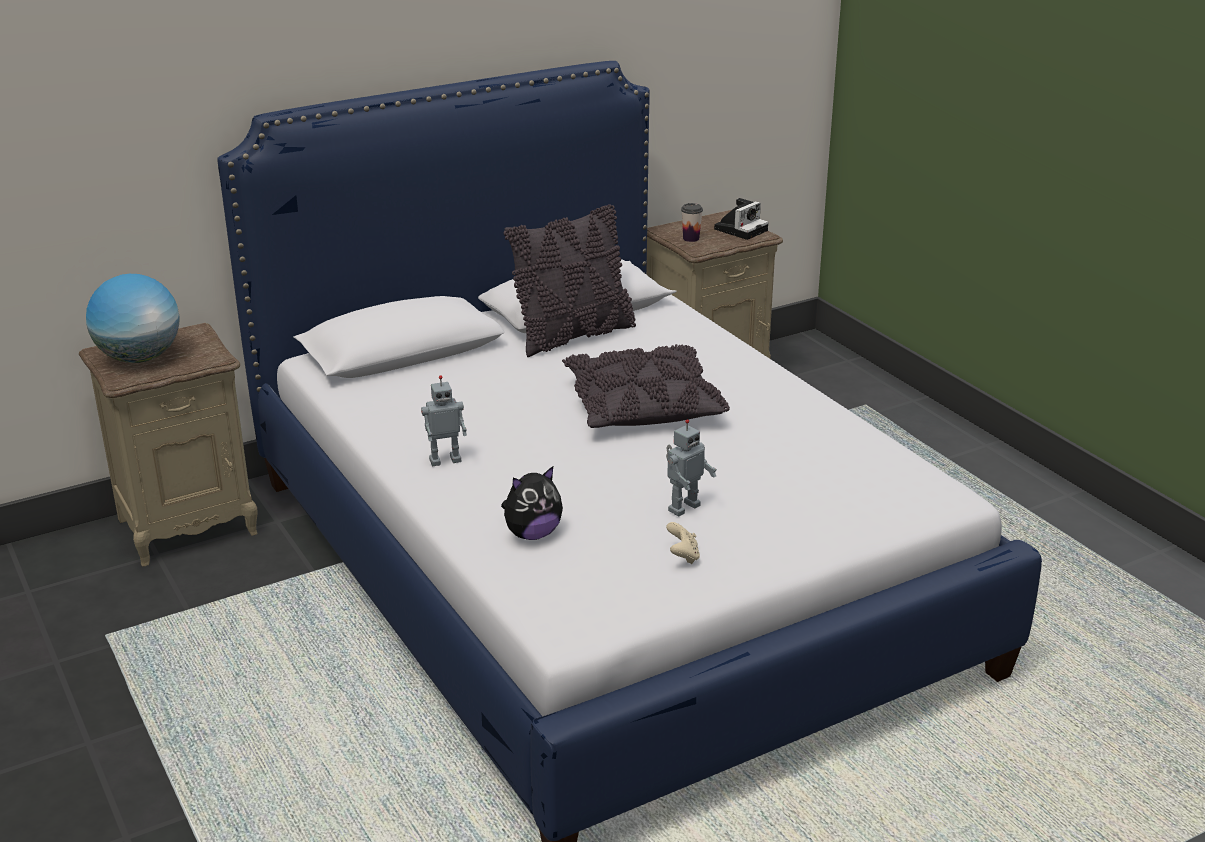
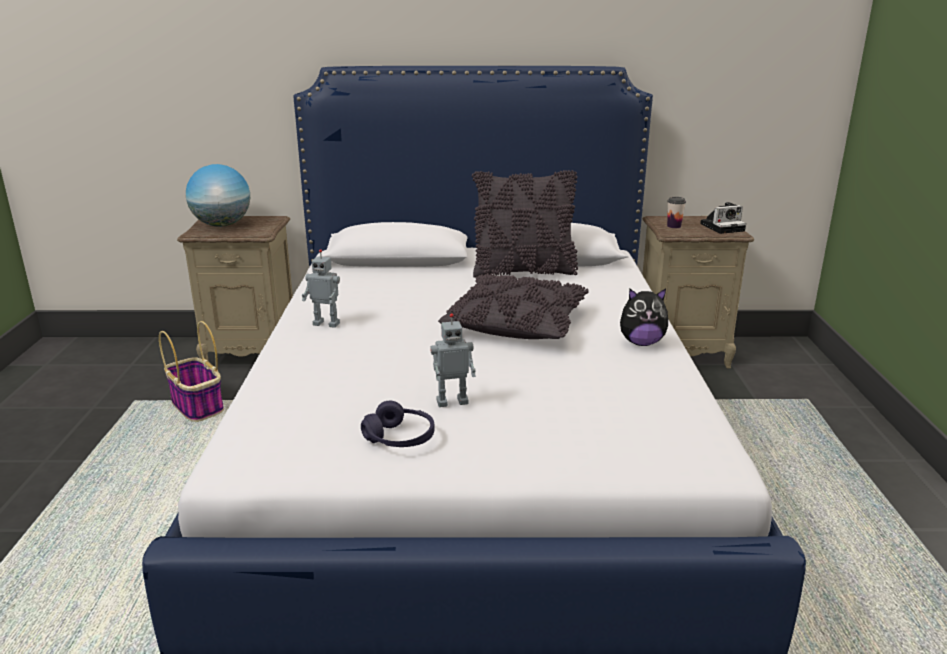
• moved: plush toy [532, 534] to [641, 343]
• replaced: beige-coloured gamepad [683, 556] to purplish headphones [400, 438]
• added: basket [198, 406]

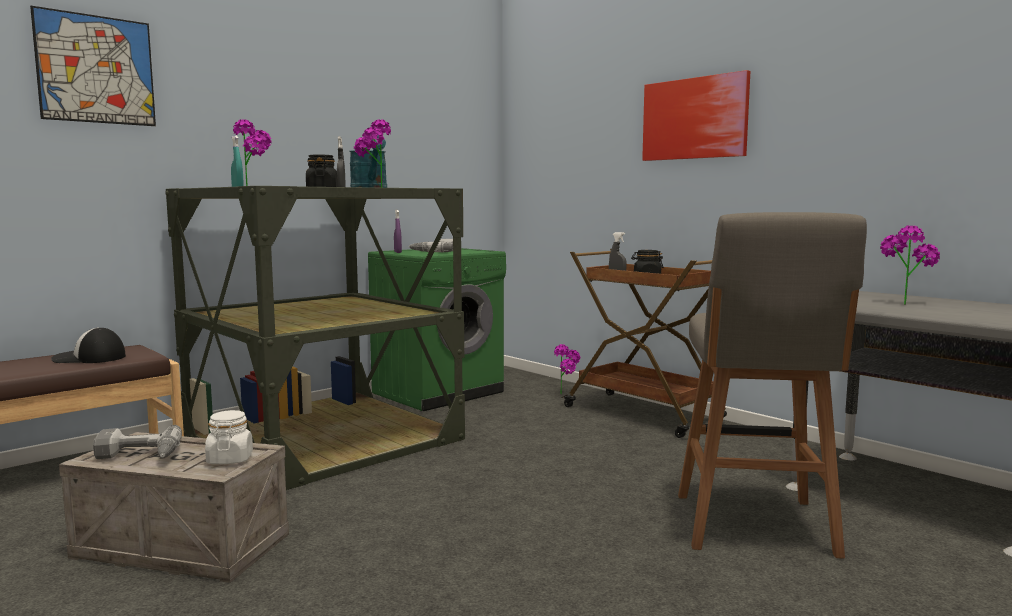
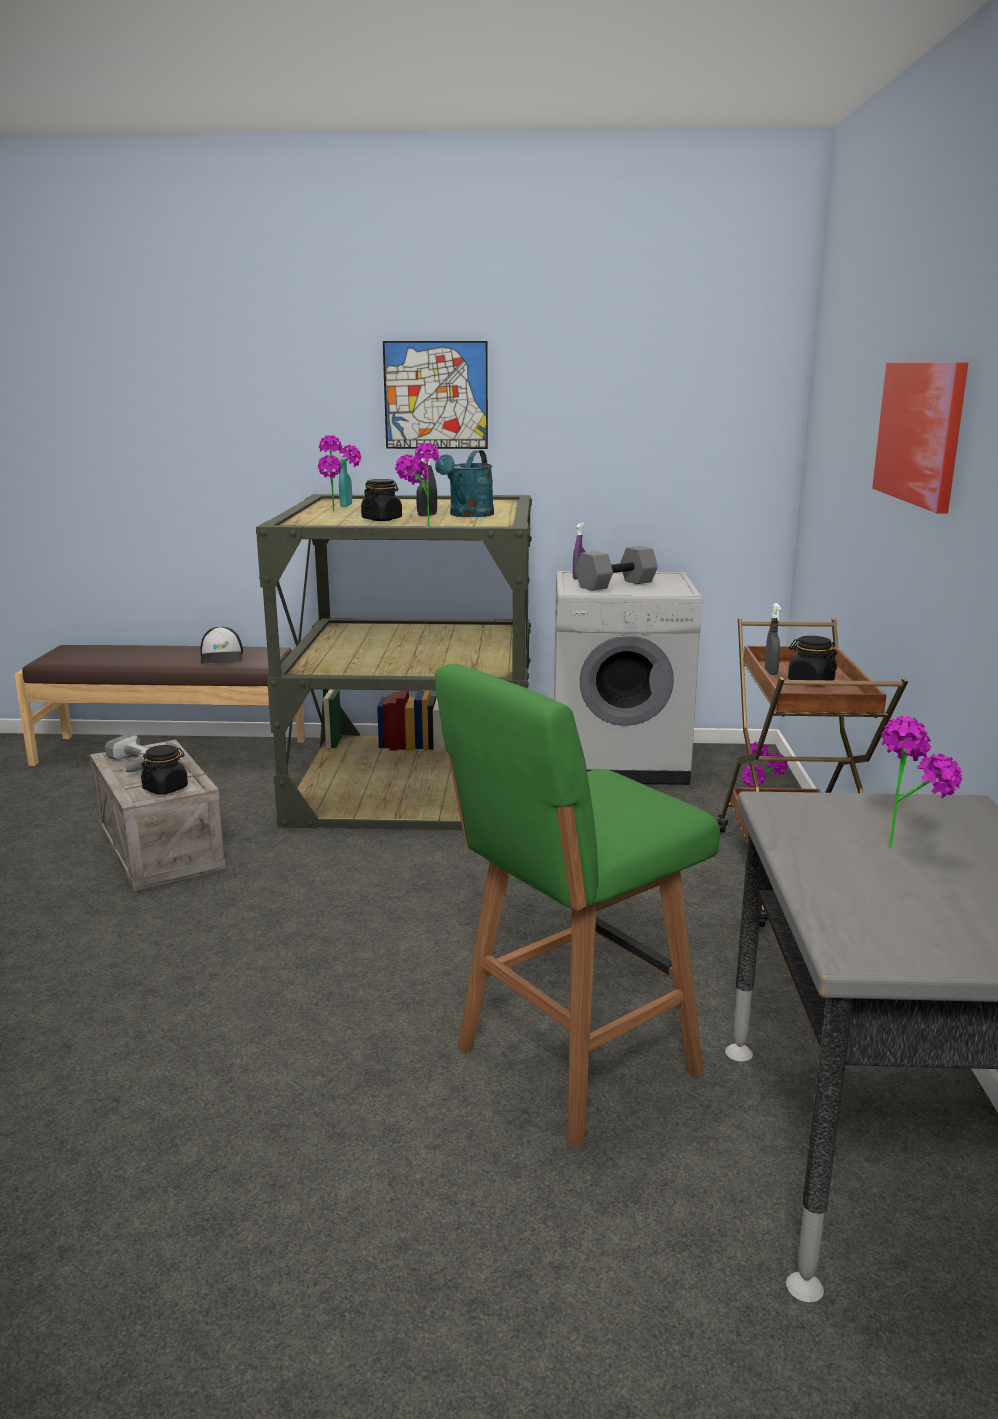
• moved: wall art [96, 69] to [436, 395]
• turned: peaked cap [89, 358] = [222, 657] 150 degrees counterclockwise
• recoloured: whitish storage jar [230, 459] to black-coloured storage jar [165, 788]
• recoloured: green-coloured washing machine [440, 393] to whitish washing machine [619, 764]
• replaced: drill [435, 252] to greyish free weight [615, 584]
• recoloured: greyish sitting stool [754, 527] to green-coloured sitting stool [571, 1064]

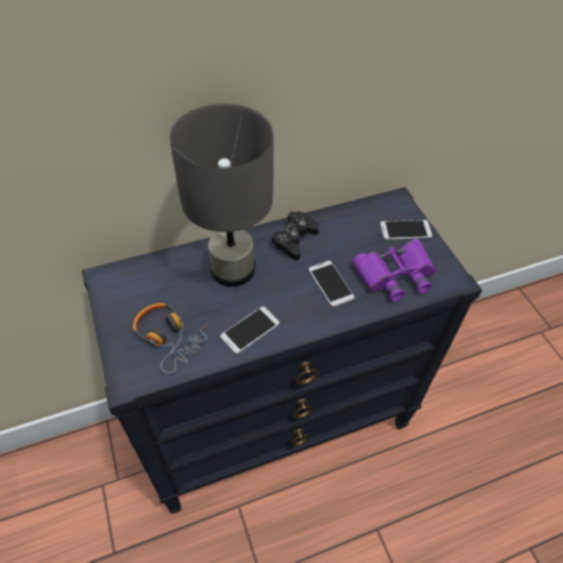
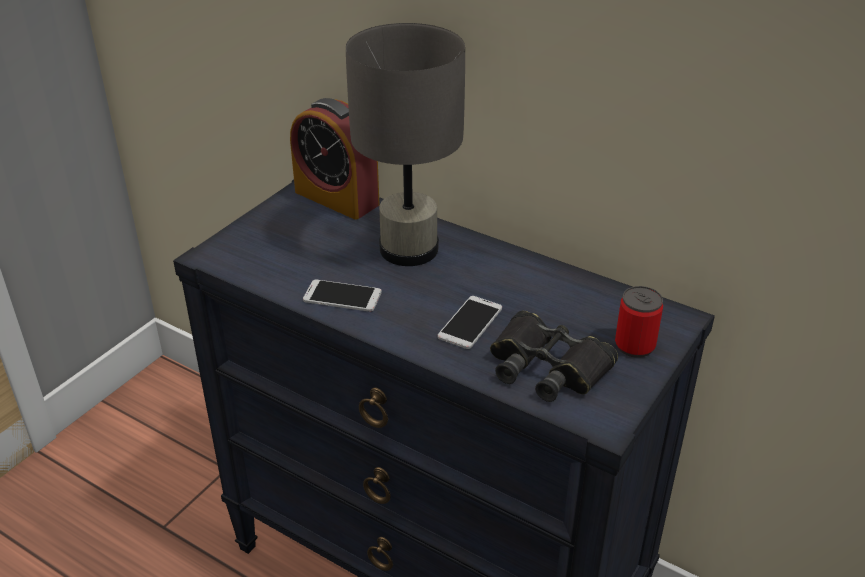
• removed: headphones [169, 338]
• removed: black-coloured gamepad [294, 239]
• recoloured: purplish binoculars [395, 274] to black-coloured binoculars [547, 366]
• replaced: handset [405, 230] to sealed can [634, 345]
• added: table clock [336, 198]

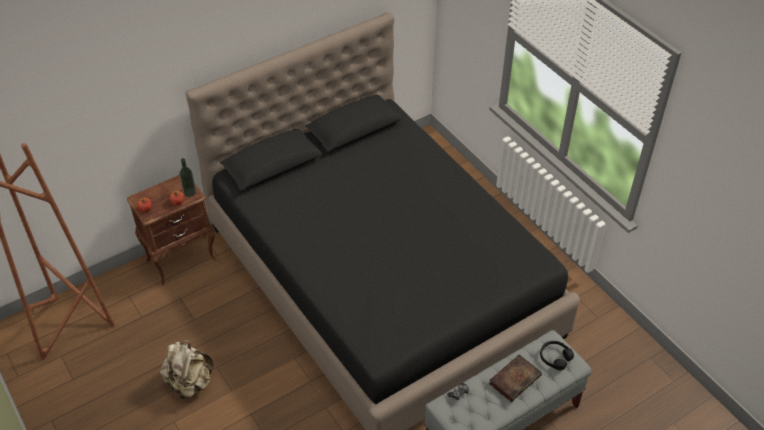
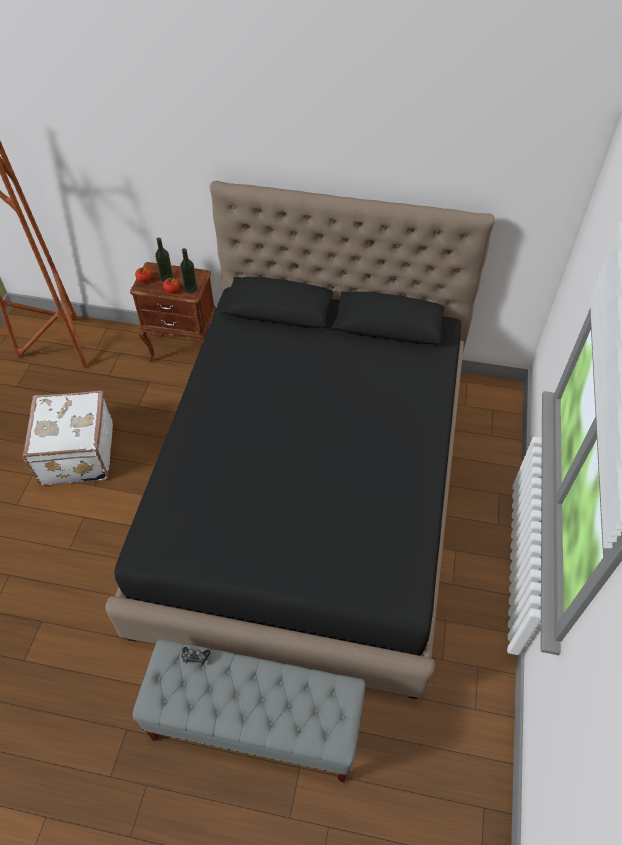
• replaced: beige-coloured rucksack [189, 383] to whitish suitcase [76, 454]
• removed: volume [515, 379]
• removed: black-coloured headphones [555, 357]
• added: beverage bottle [166, 278]

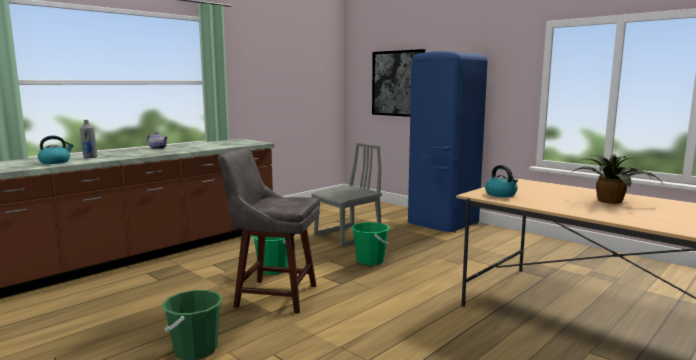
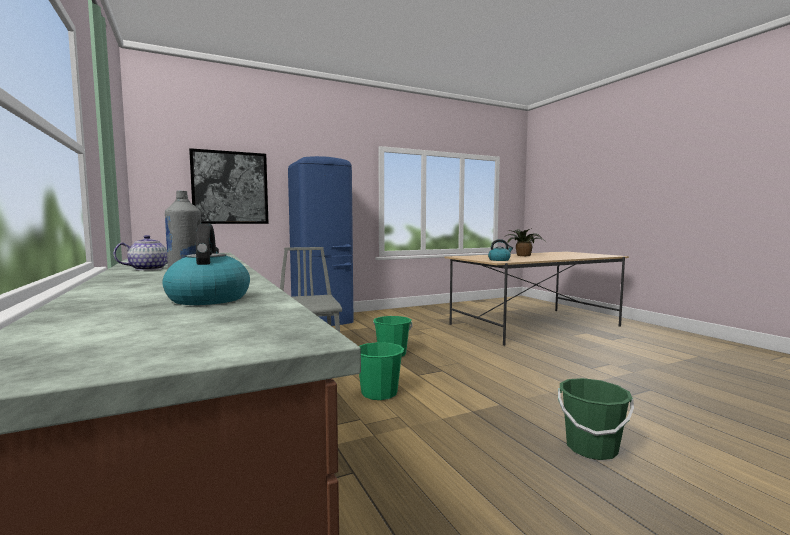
• removed: greyish sitting stool [273, 295]

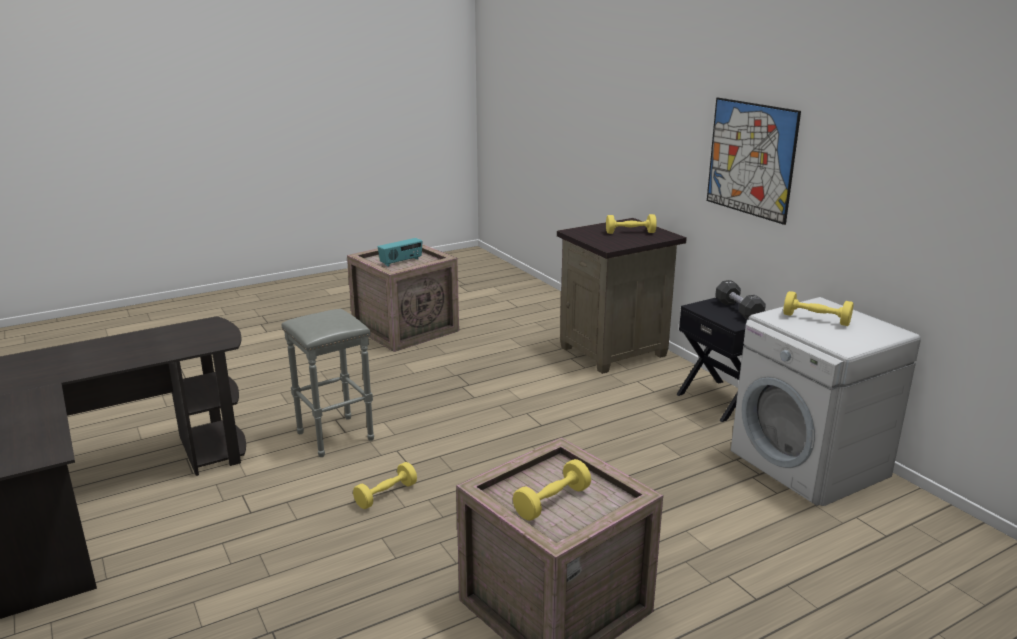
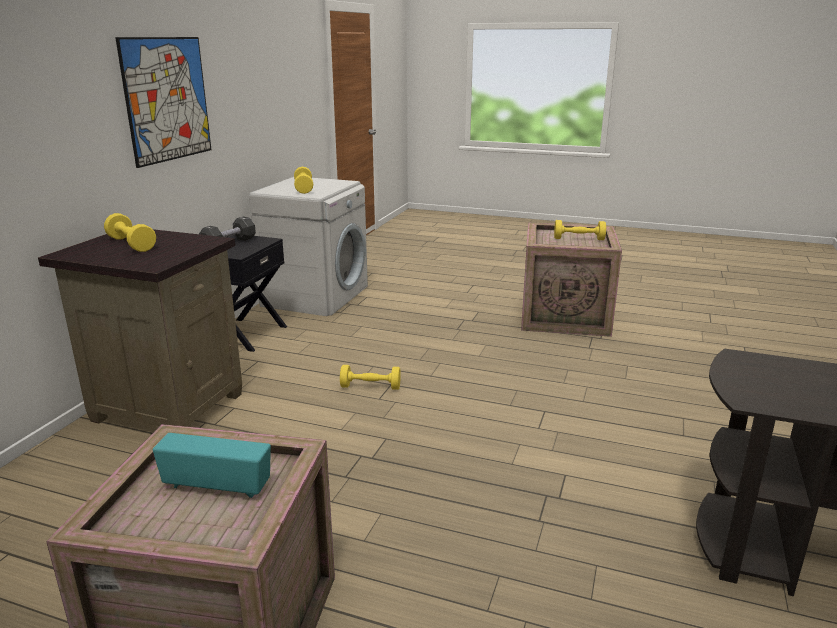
• removed: greyish sitting stool [337, 436]
• moved: yellow free weight [386, 495] to [370, 387]

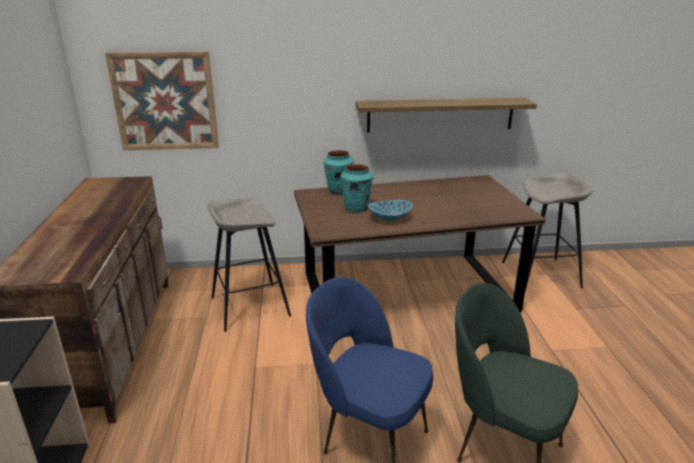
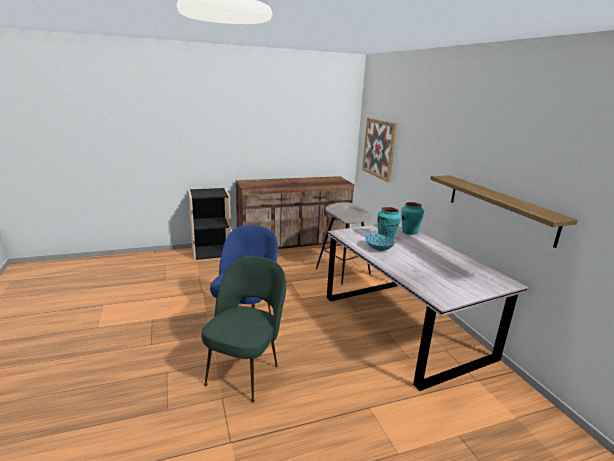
• recoloured: brownish dining table [407, 292] to greyish dining table [402, 326]
• removed: greyish sitting stool [541, 274]

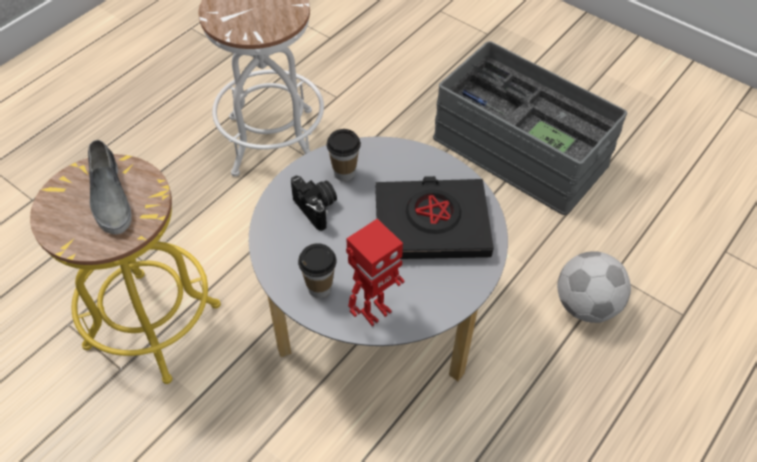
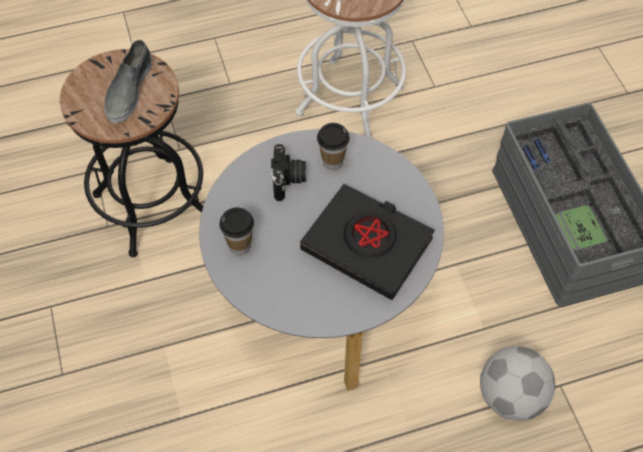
• recoloured: yellow sitting stool [153, 325] to black-coloured sitting stool [152, 205]
• removed: model robot [374, 311]

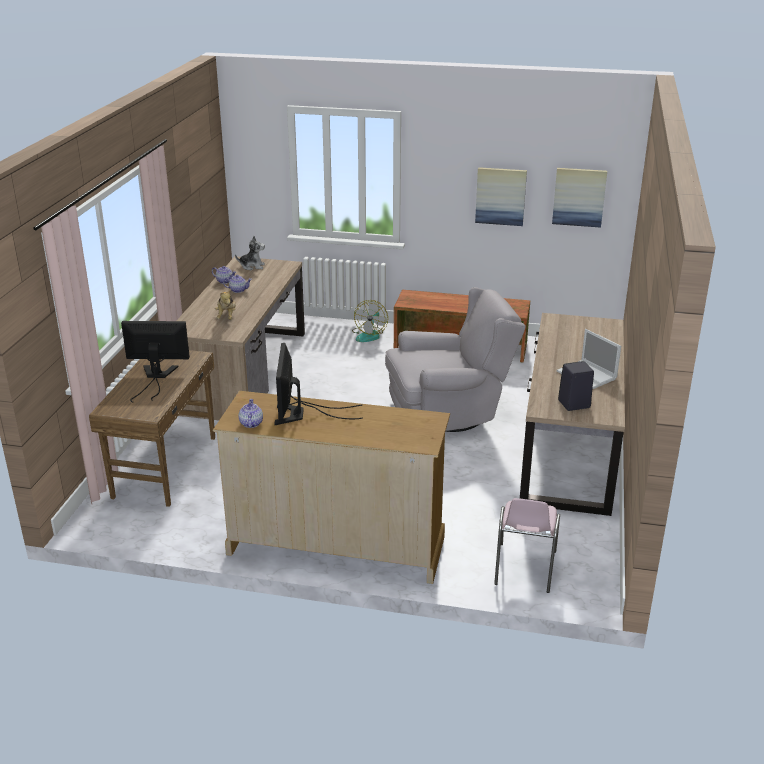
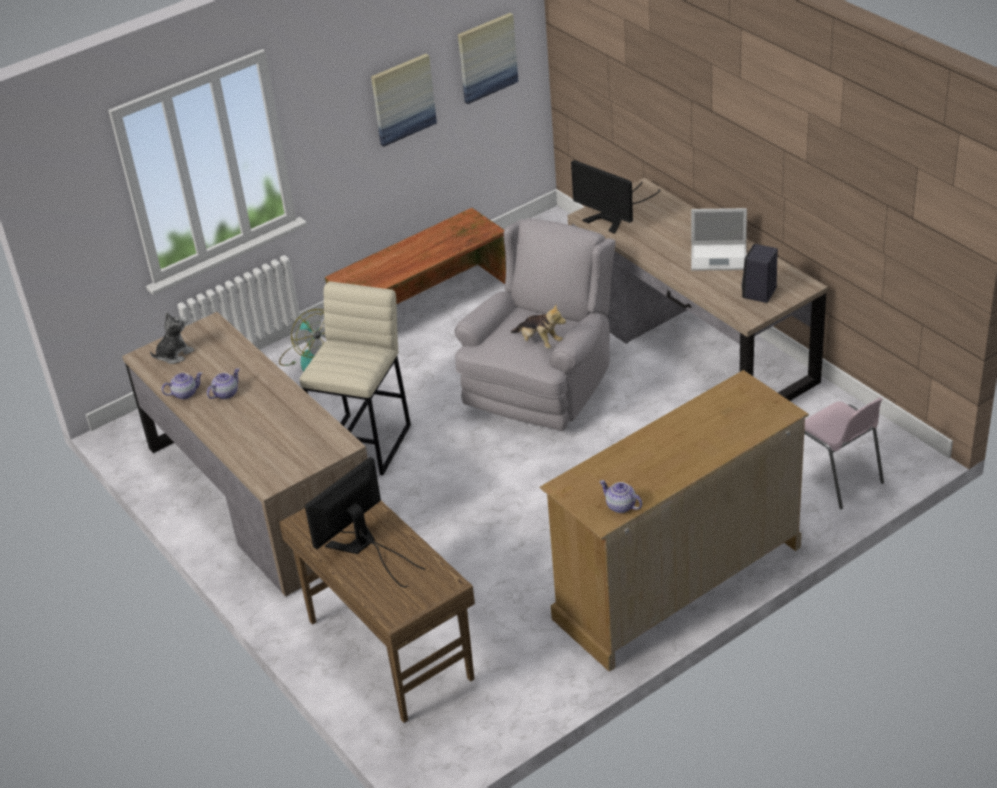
• moved: plush toy [227, 317] to [539, 342]
• moved: monitor [301, 414] to [614, 216]
• added: beige-coloured sitting stool [365, 442]

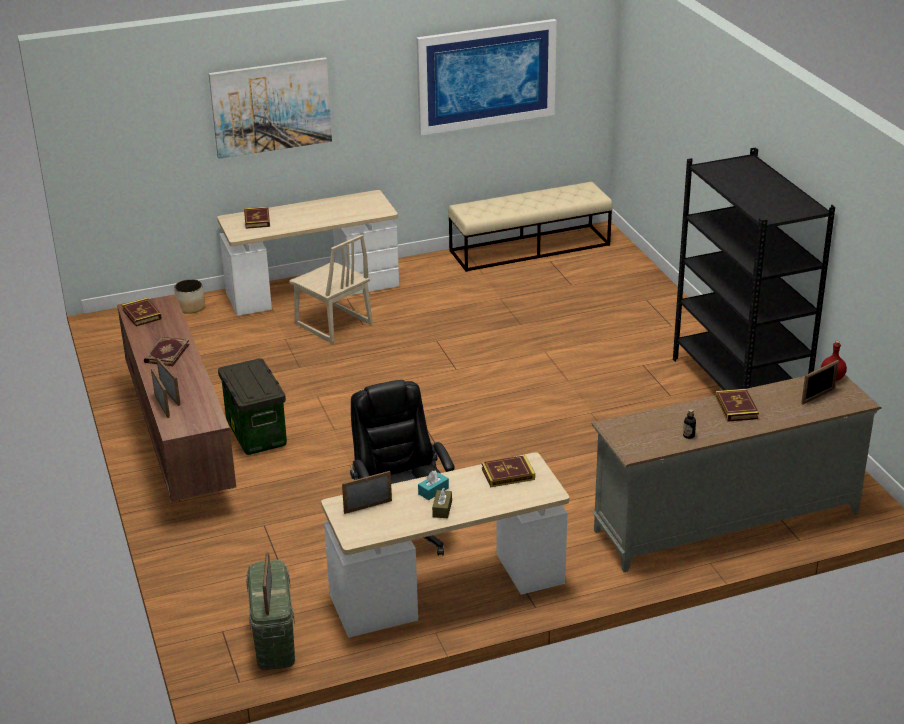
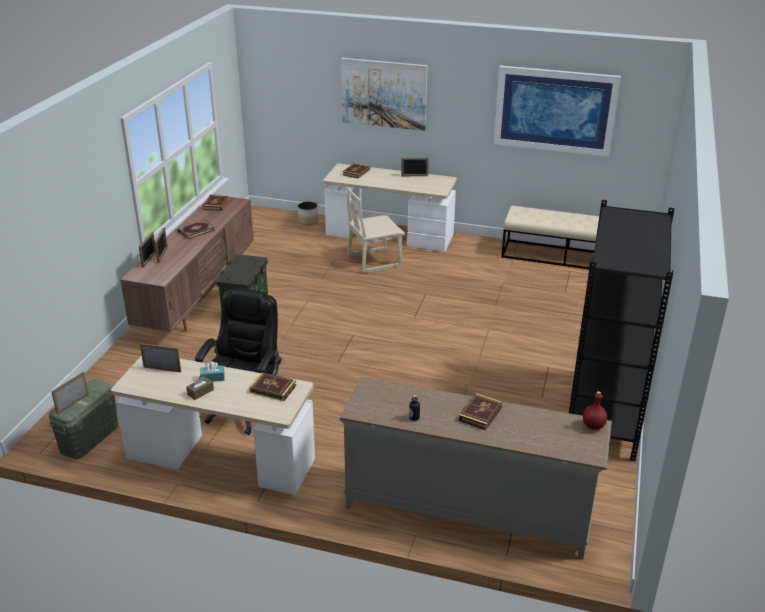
• turned: beige-coloured upright chair [333, 324] = [374, 260] 75 degrees clockwise
• moved: photo frame [818, 396] to [414, 176]

